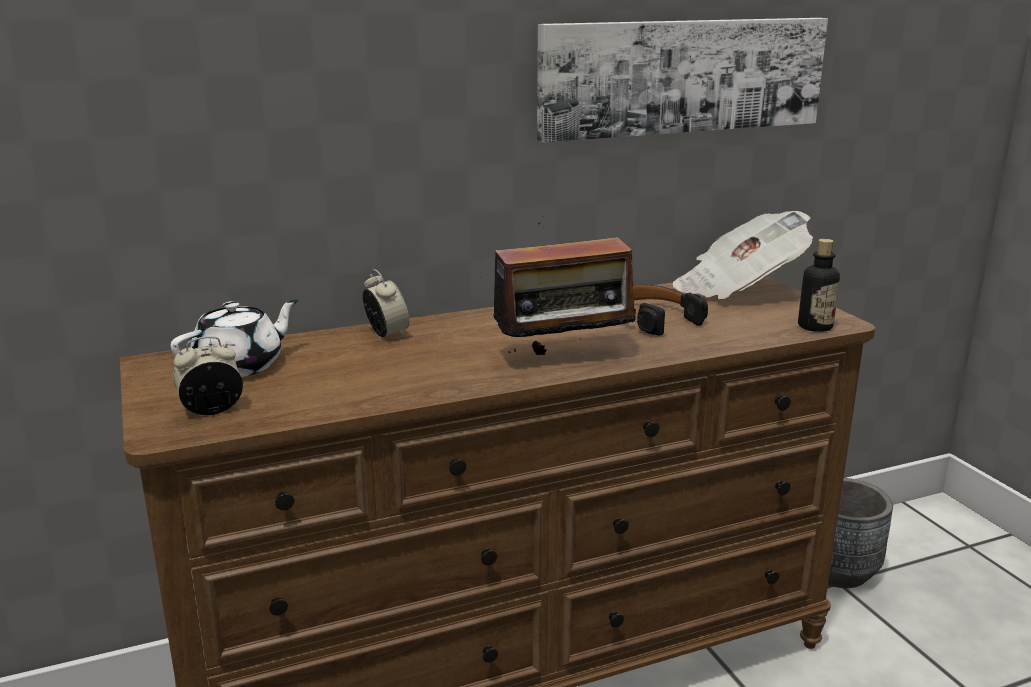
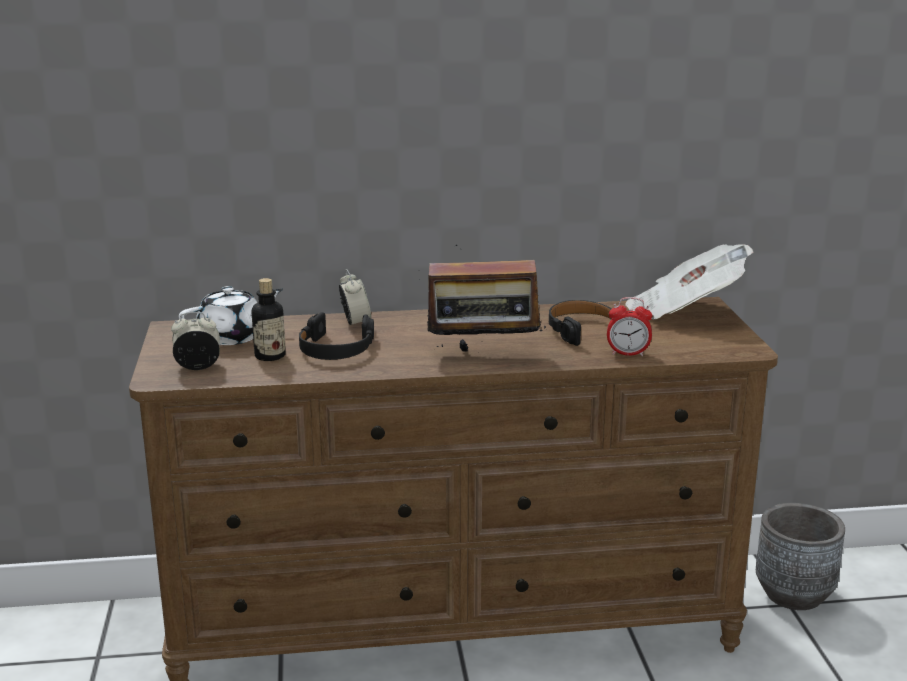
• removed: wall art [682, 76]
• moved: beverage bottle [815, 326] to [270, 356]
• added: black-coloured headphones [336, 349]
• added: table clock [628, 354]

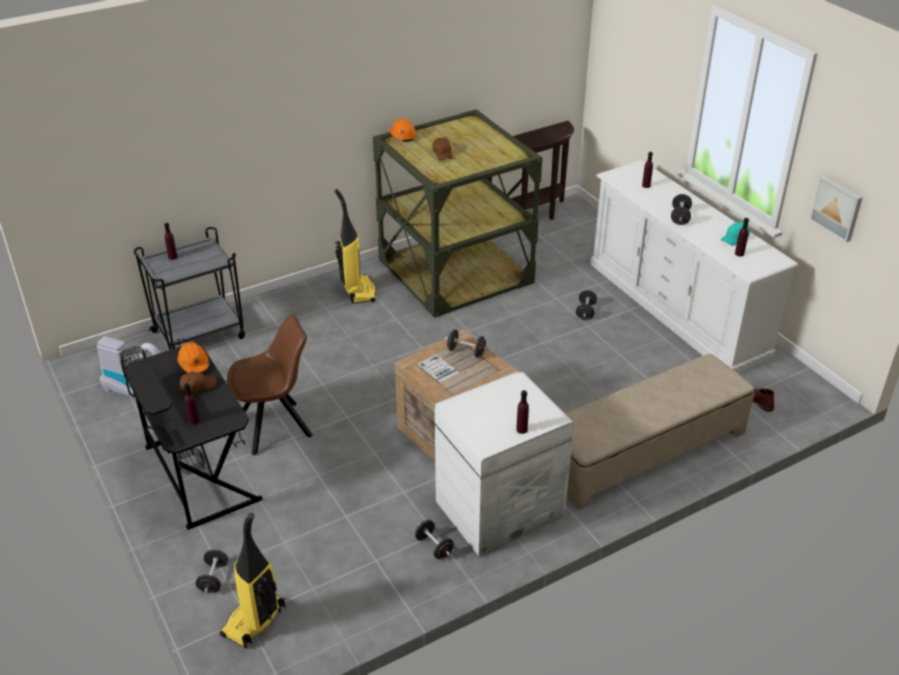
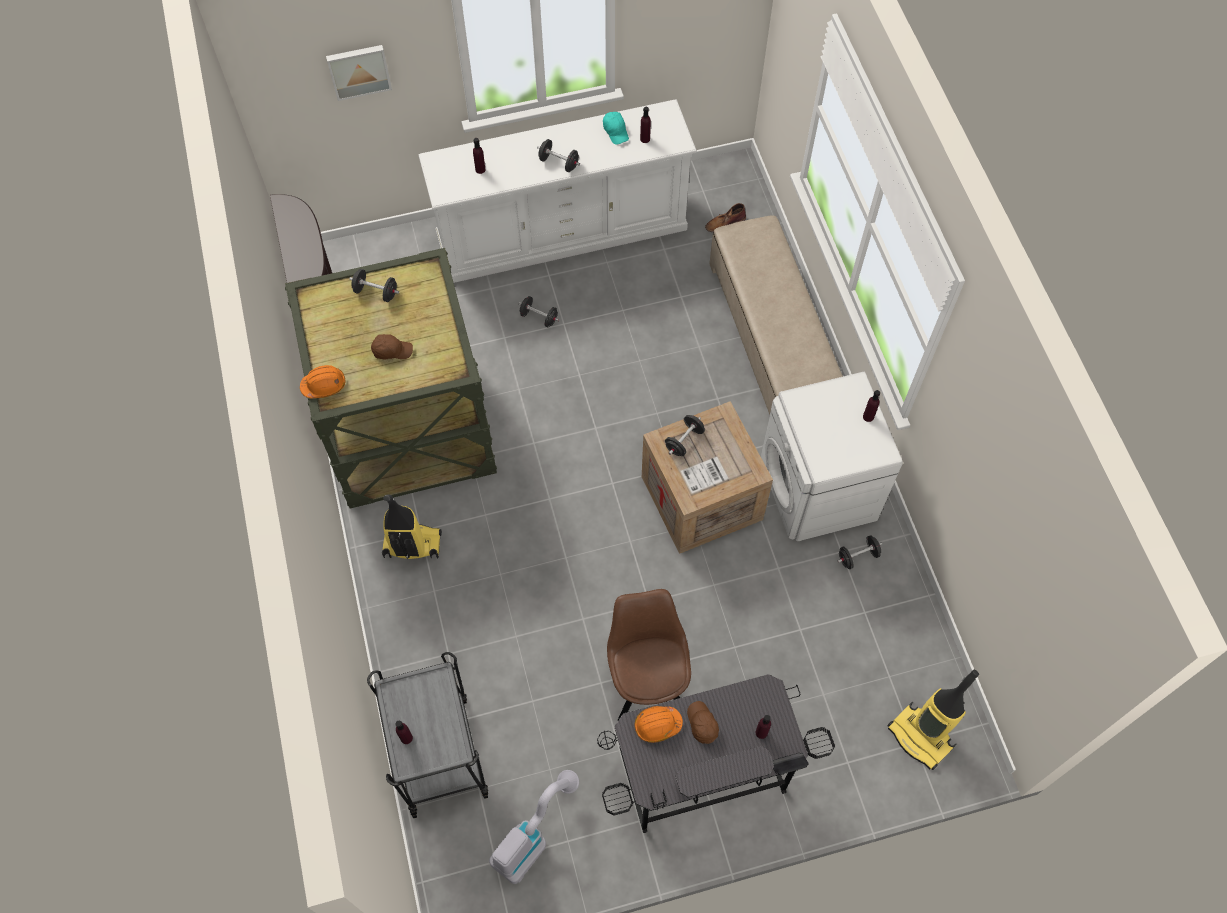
• moved: black-coloured free weight [213, 578] to [376, 292]
• moved: wall art [837, 208] to [359, 70]

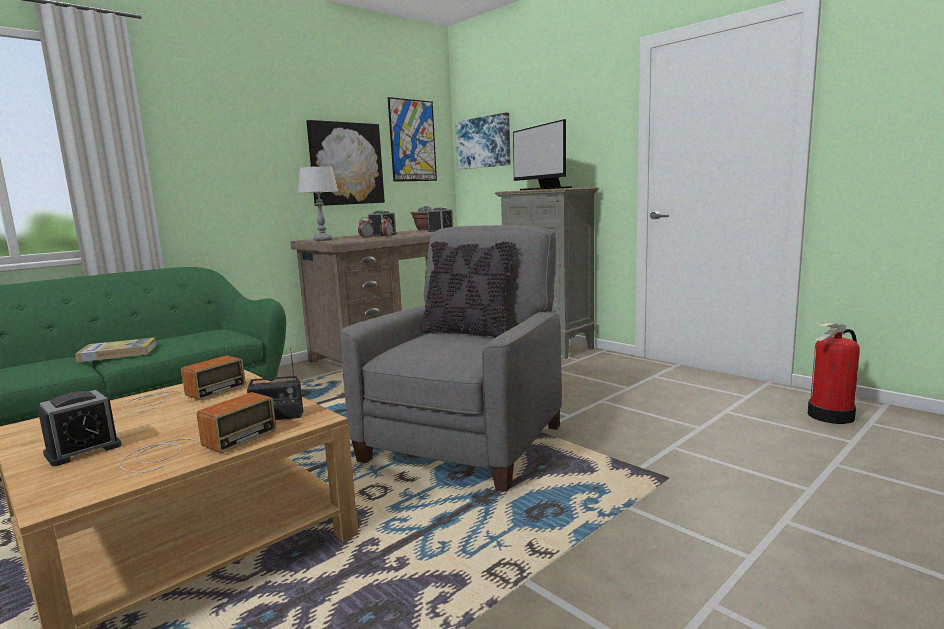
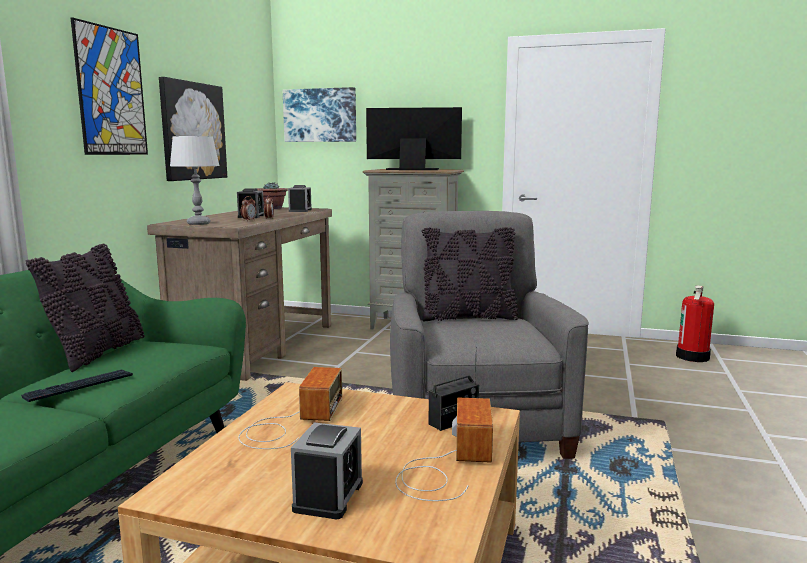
• replaced: volume [118, 353] to PC keyboard [79, 386]
• moved: wall art [412, 141] to [111, 91]
• turned: monitor [544, 189] = [412, 169] 150 degrees clockwise
• added: black-coloured pillow [97, 353]

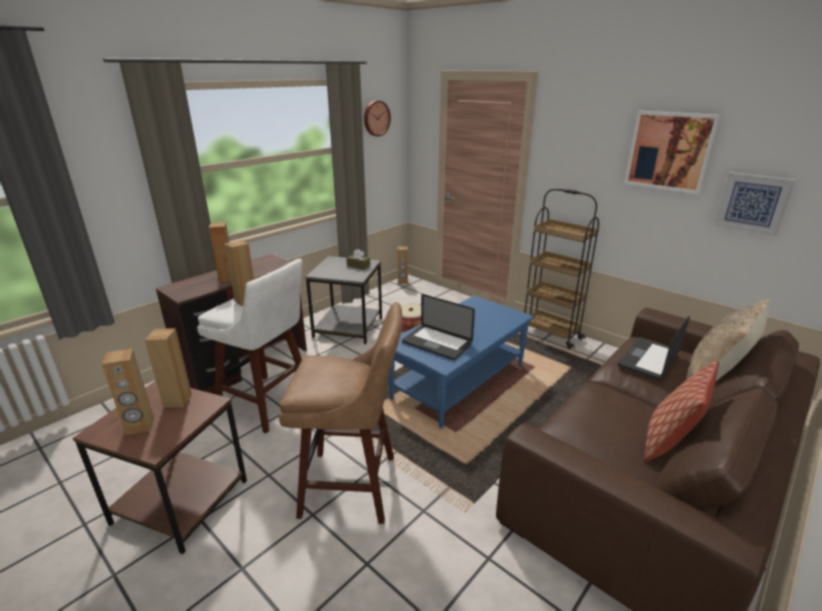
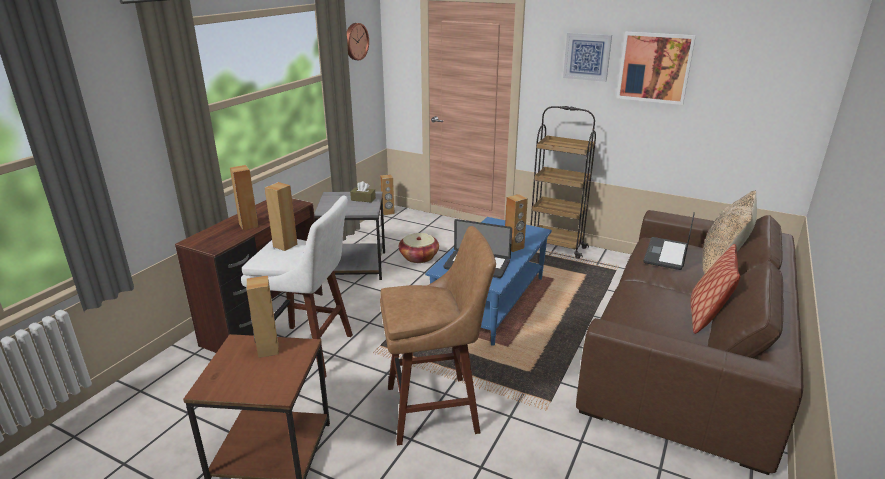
• moved: brownish audio speaker [140, 426] to [514, 247]
• moved: wall art [752, 203] to [587, 56]

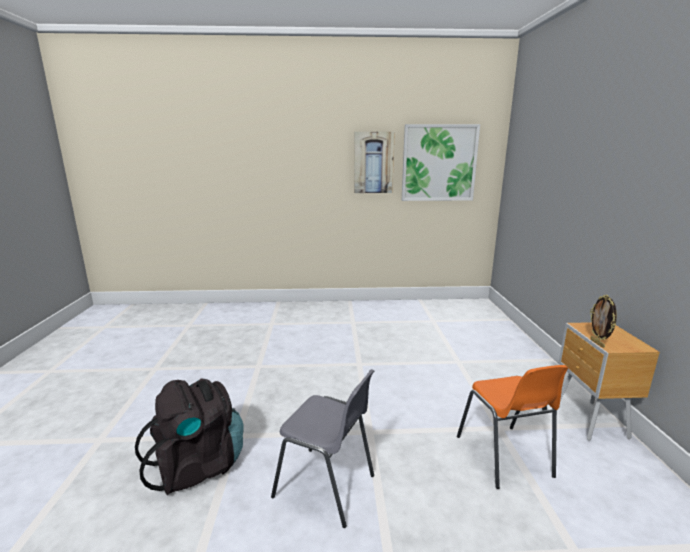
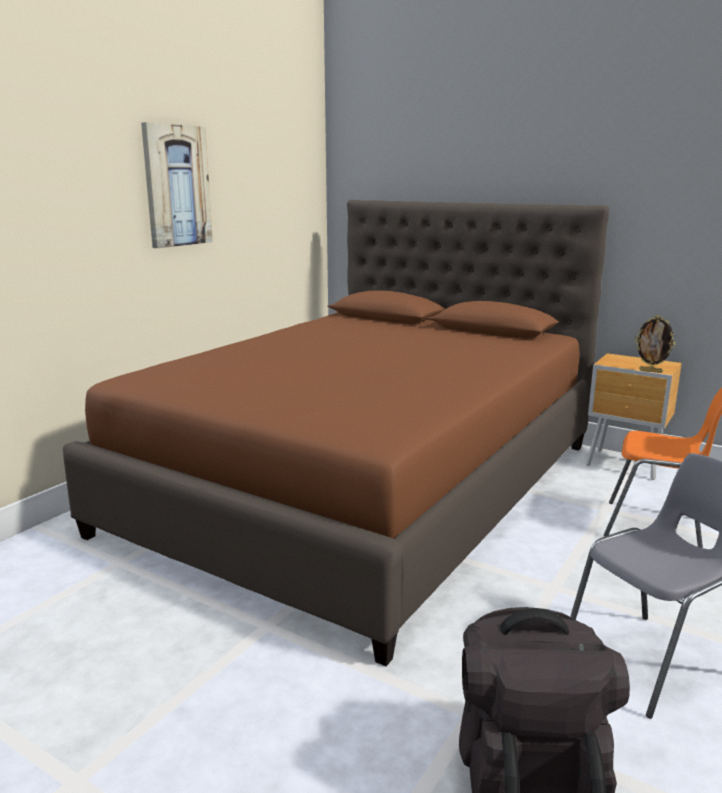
• removed: wall art [439, 163]
• added: brownish bedroom bed [367, 486]

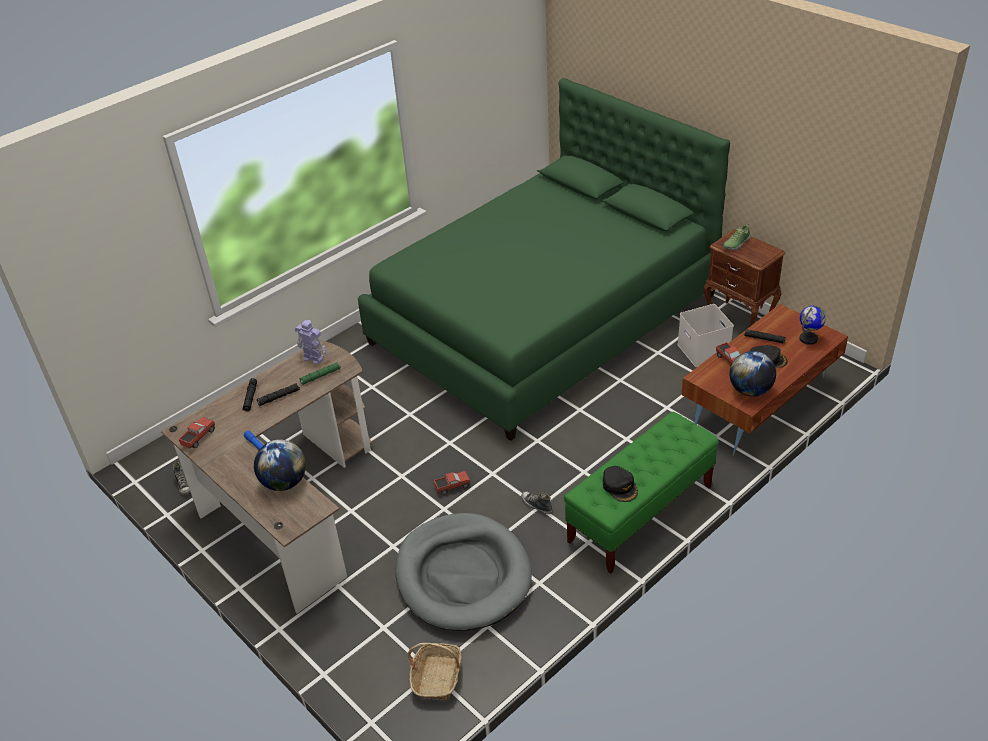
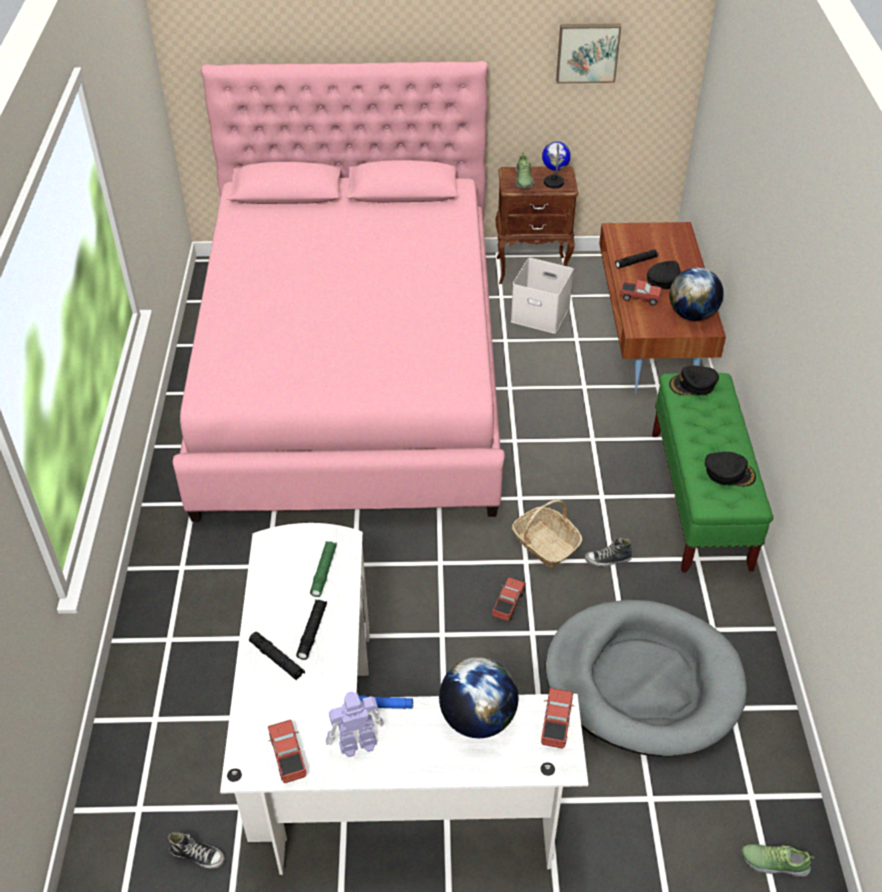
• recoloured: brownish desk [287, 504] to whitish desk [363, 767]
• moved: model robot [313, 358] to [356, 743]
• recoloured: green-coloured bedroom bed [544, 319] to pink bedroom bed [352, 373]
• moved: basket [437, 677] to [545, 543]
• moved: world globe [808, 339] to [554, 182]
• added: model truck [556, 724]
• added: wall art [587, 52]
• added: black-coloured peaked cap [693, 385]
• added: low shoe [774, 862]

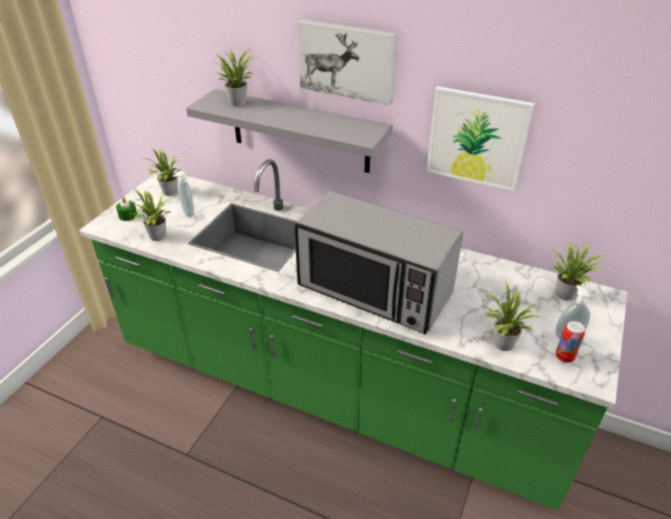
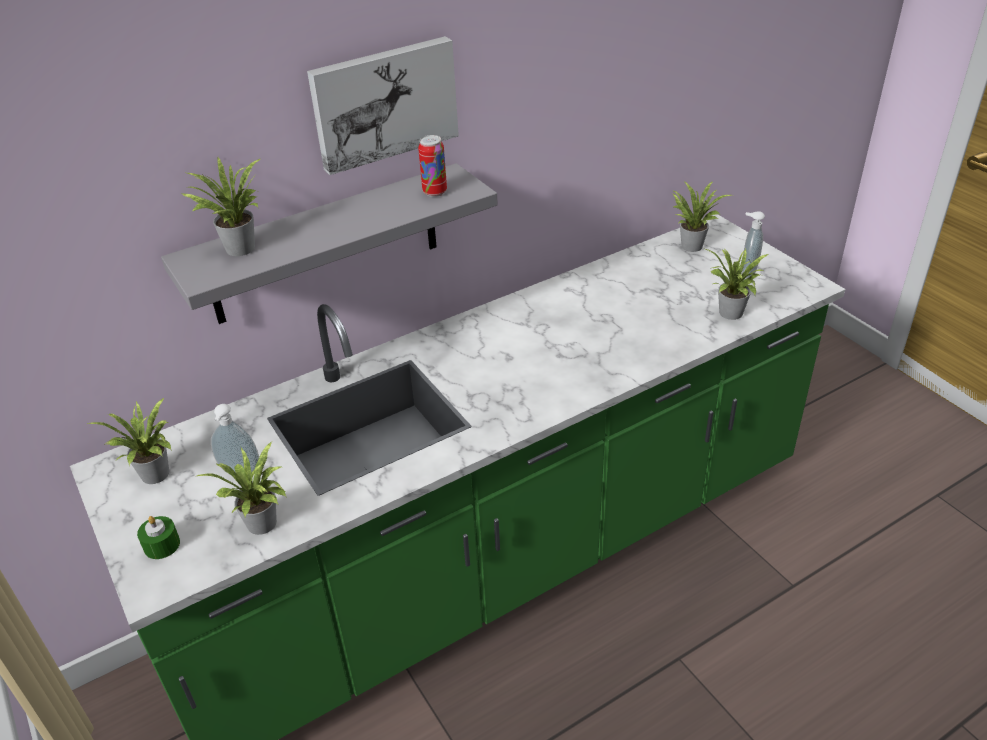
• removed: kitchen microwave [374, 290]
• removed: wall art [477, 138]
• moved: sealed can [564, 357] to [434, 192]

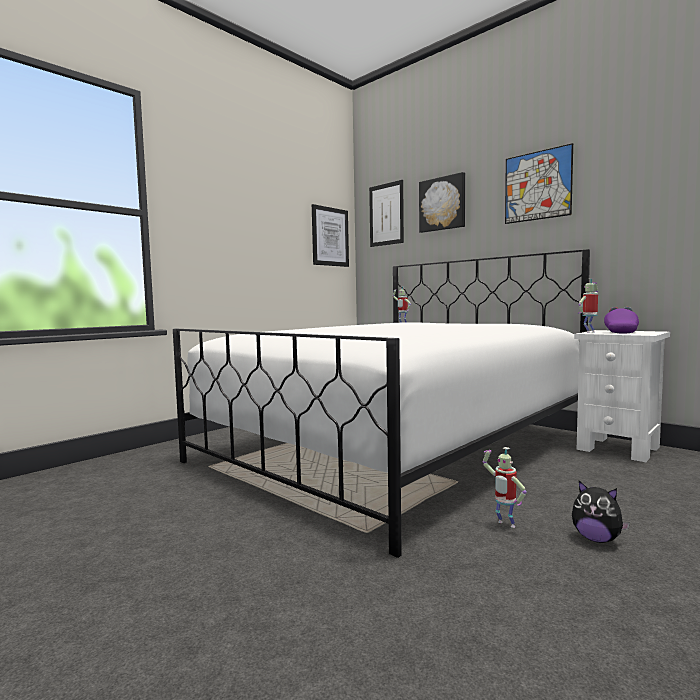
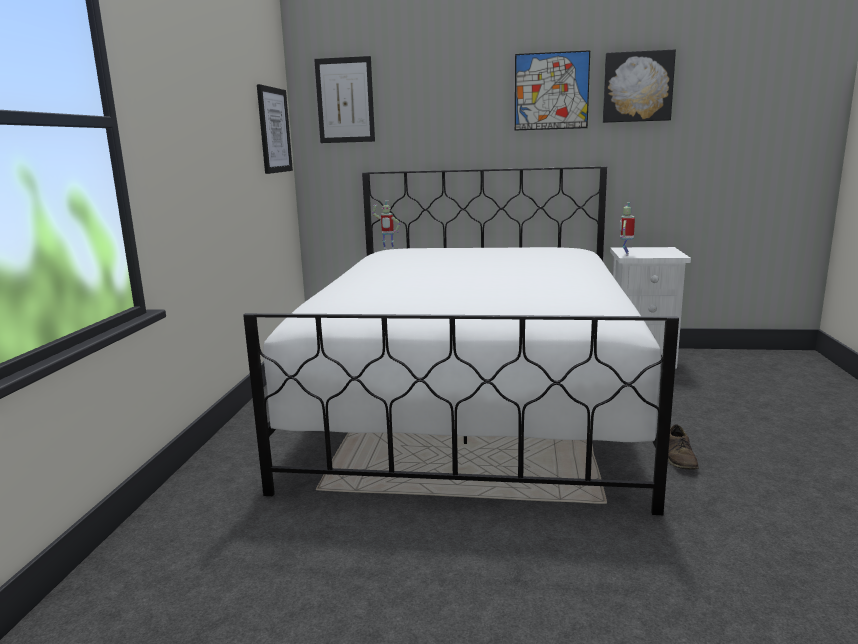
• moved: wall art [442, 204] to [637, 87]
• replaced: model robot [504, 525] to brownish low shoe [680, 457]
• removed: plush toy [596, 539]
• removed: purplish peaked cap [620, 332]

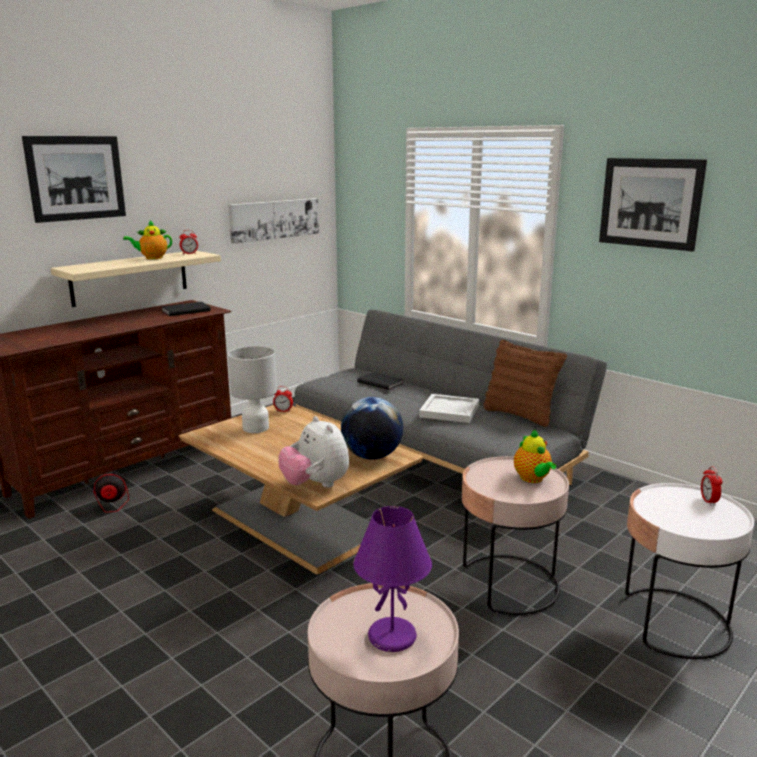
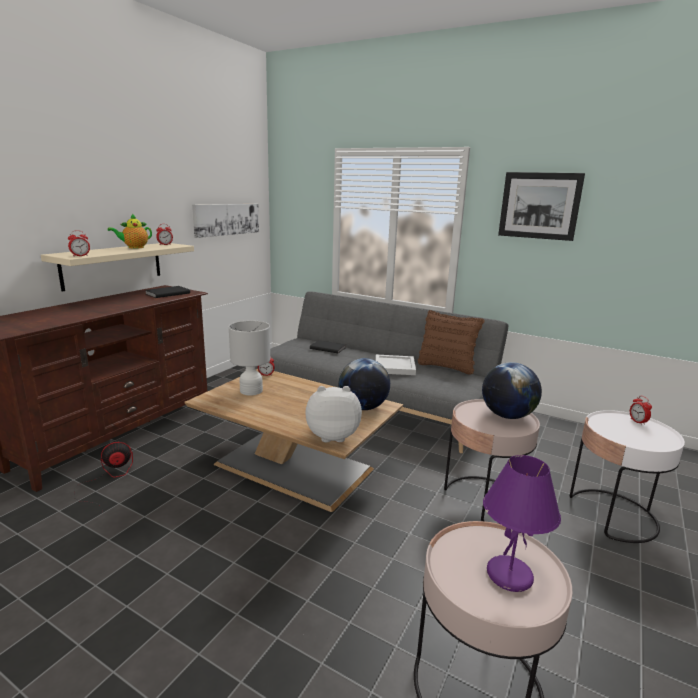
• removed: wall art [76, 178]
• turned: plush toy [315, 484] = [332, 436] 135 degrees clockwise
• replaced: teapot [532, 479] to world globe [507, 416]
• added: table clock [80, 256]

